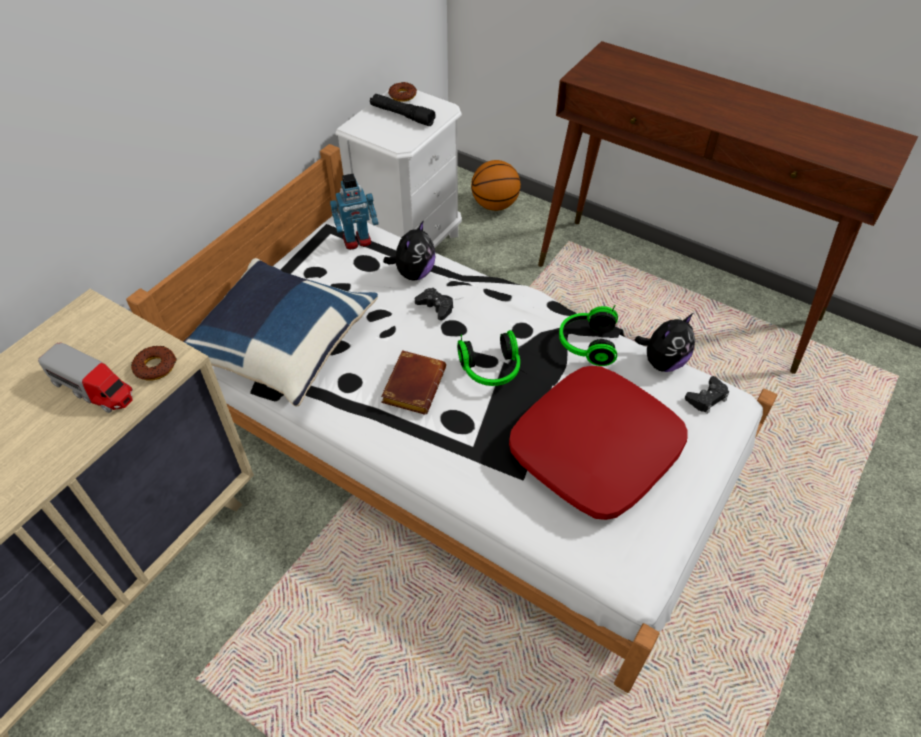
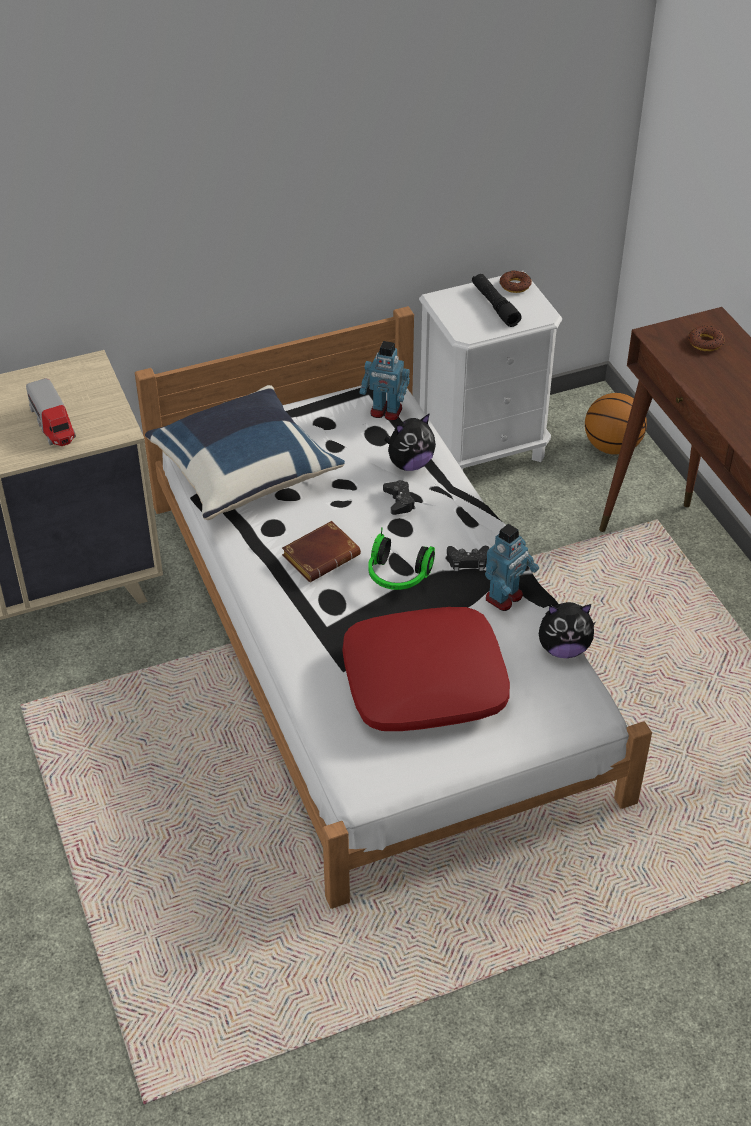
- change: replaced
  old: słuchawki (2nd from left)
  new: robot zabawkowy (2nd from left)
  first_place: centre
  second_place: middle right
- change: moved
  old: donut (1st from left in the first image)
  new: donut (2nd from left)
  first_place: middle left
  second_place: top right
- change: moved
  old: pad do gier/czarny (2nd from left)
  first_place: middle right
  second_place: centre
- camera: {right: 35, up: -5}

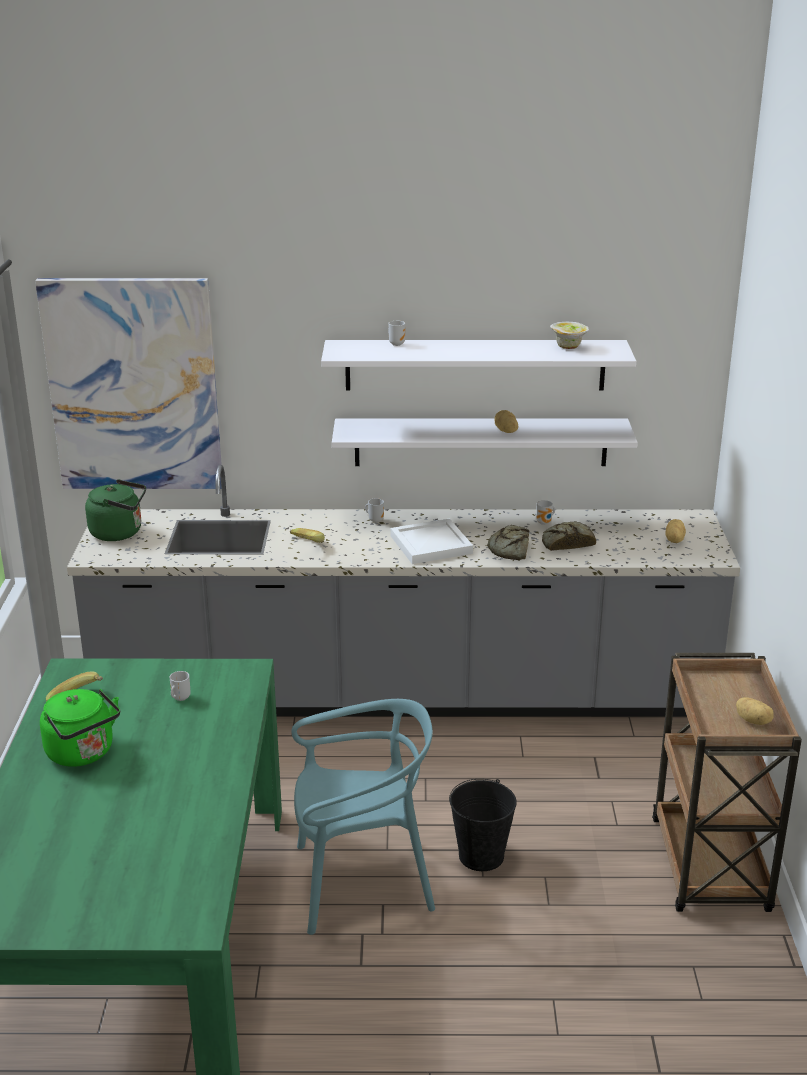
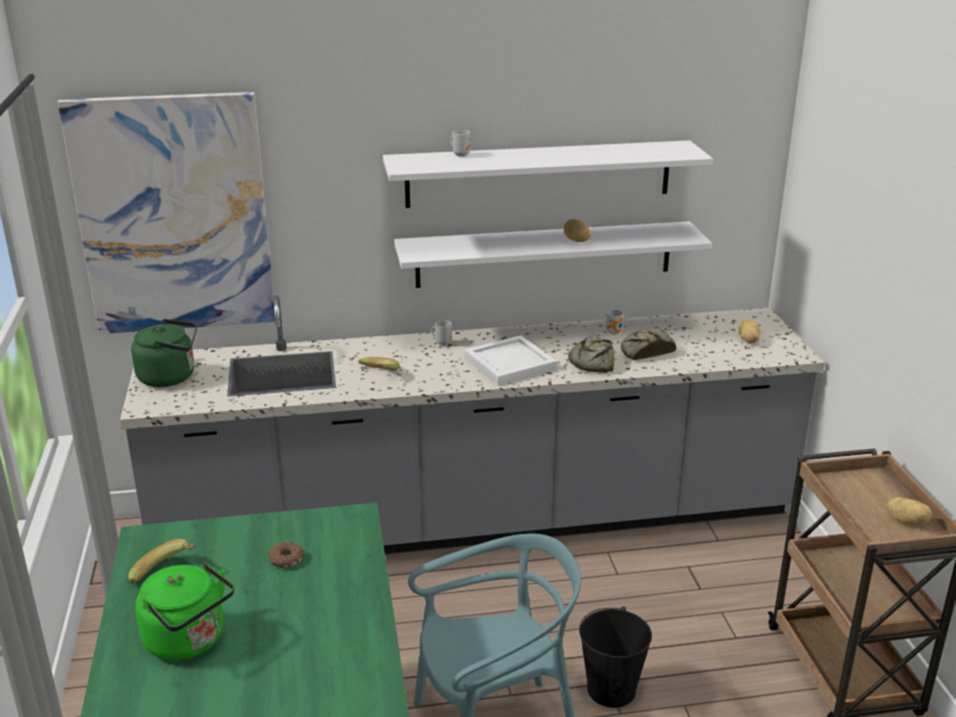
- change: removed
  old: miska
  first_place: top right
- change: replaced
  old: kubek (1st from left)
  new: donut
  first_place: middle left
  second_place: bottom left
- camera: {right: -10, up: 0}

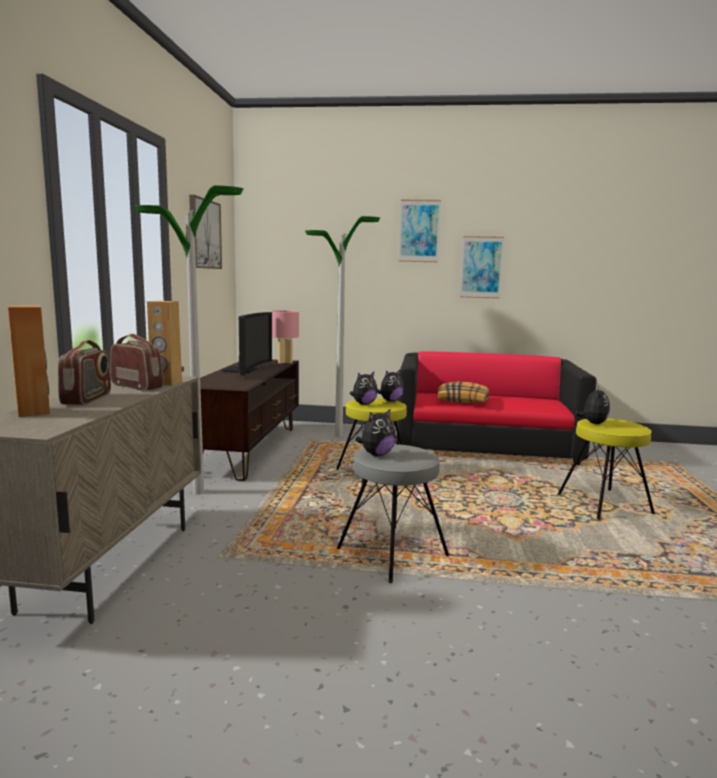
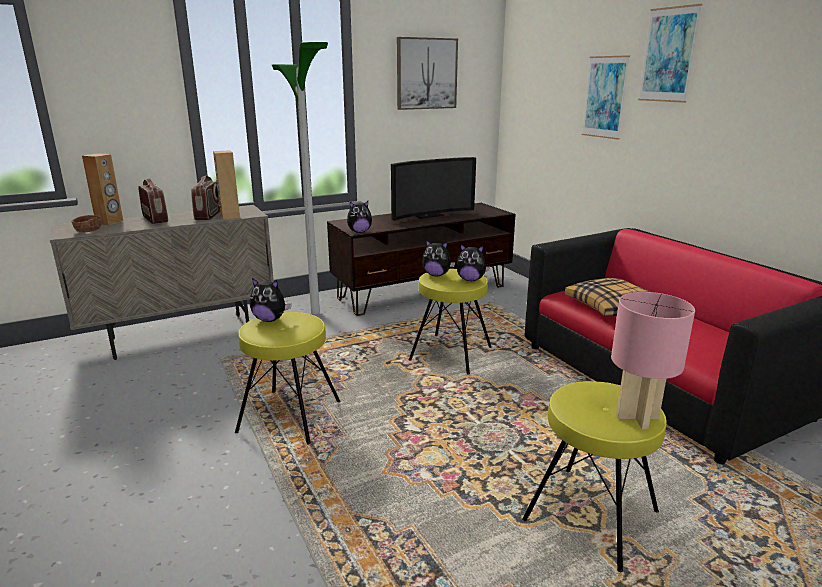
- change: removed
  old: lampa stojąca (2nd from left)
  first_place: centre
- change: moved
  old: obraz (3rd from left in the first image)
  new: obraz (2nd from left)
  first_place: middle right
  second_place: top right
- change: moved
  old: lampa stołowa/różowy
  first_place: centre
  second_place: middle right
- change: turned
  old: radio (1st from left)
  first_place: middle left
  second_place: middle left
  degrees: -90
- change: moved
  old: pluszak (4th from left in the first image)
  new: pluszak (2nd from left)
  first_place: middle right
  second_place: centre
- change: recoloured
  old: stołek/szary
  new: stołek/żółty (1st from left)
  first_place: centre
  second_place: centre
- change: added
  new: miska/brązowy
  second_place: middle left
- camera: {right: 55, up: 10}

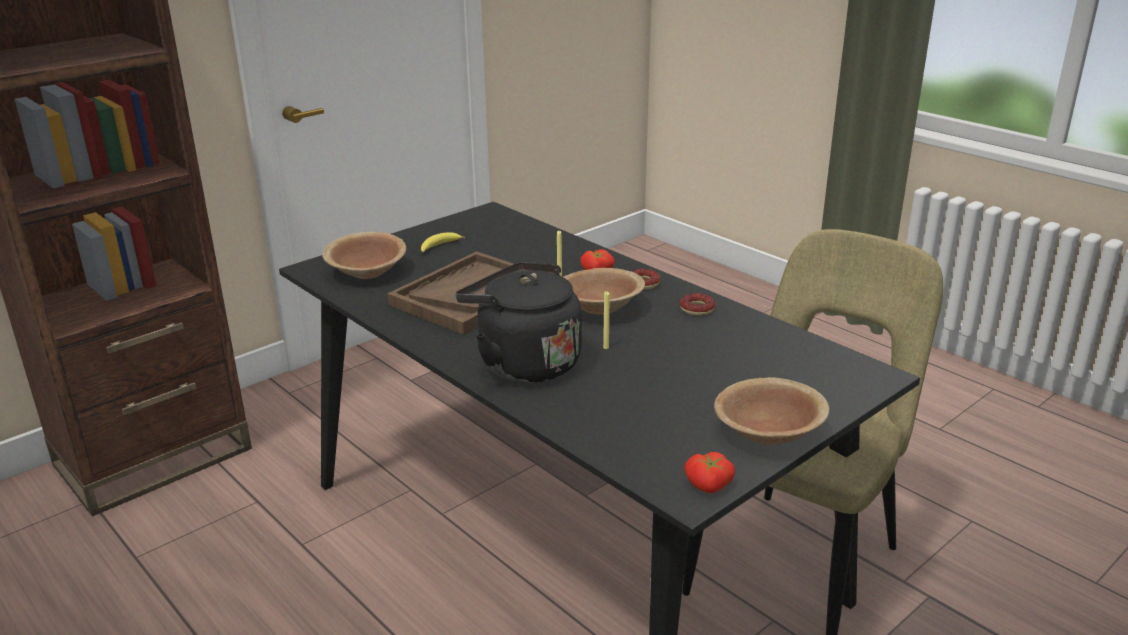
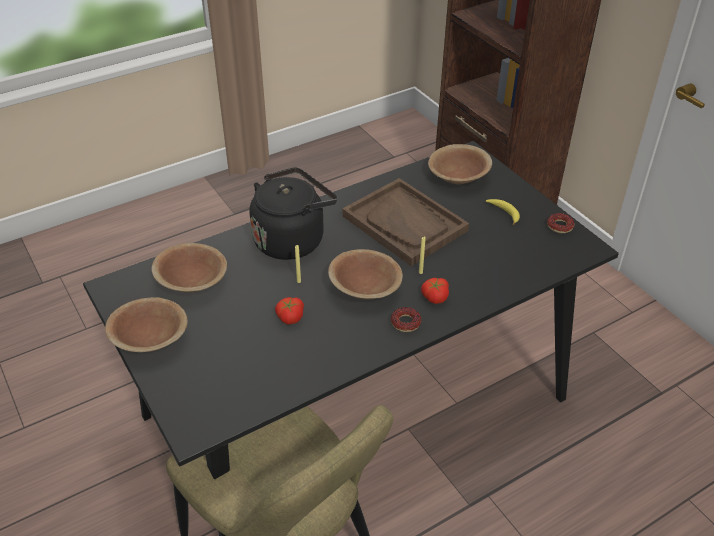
- change: moved
  old: donut (2nd from left)
  first_place: centre
  second_place: middle right
- change: moved
  old: pomidor (2nd from left in the first image)
  new: pomidor (1st from left)
  first_place: bottom centre
  second_place: centre
- change: added
  new: miska/brązowy (2nd from left)
  second_place: middle left
- camera: {right: 100, up: 15}

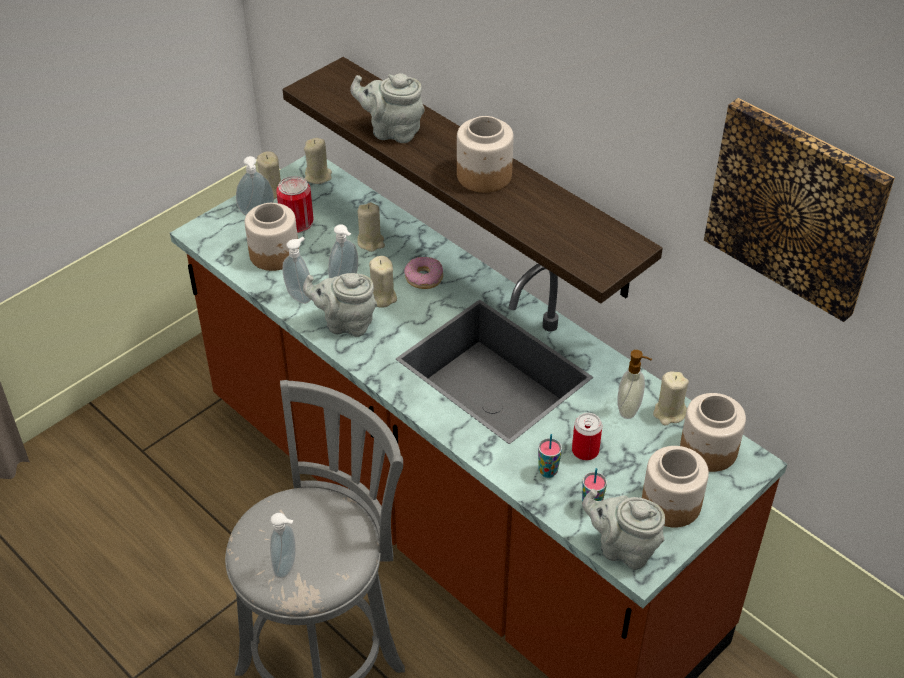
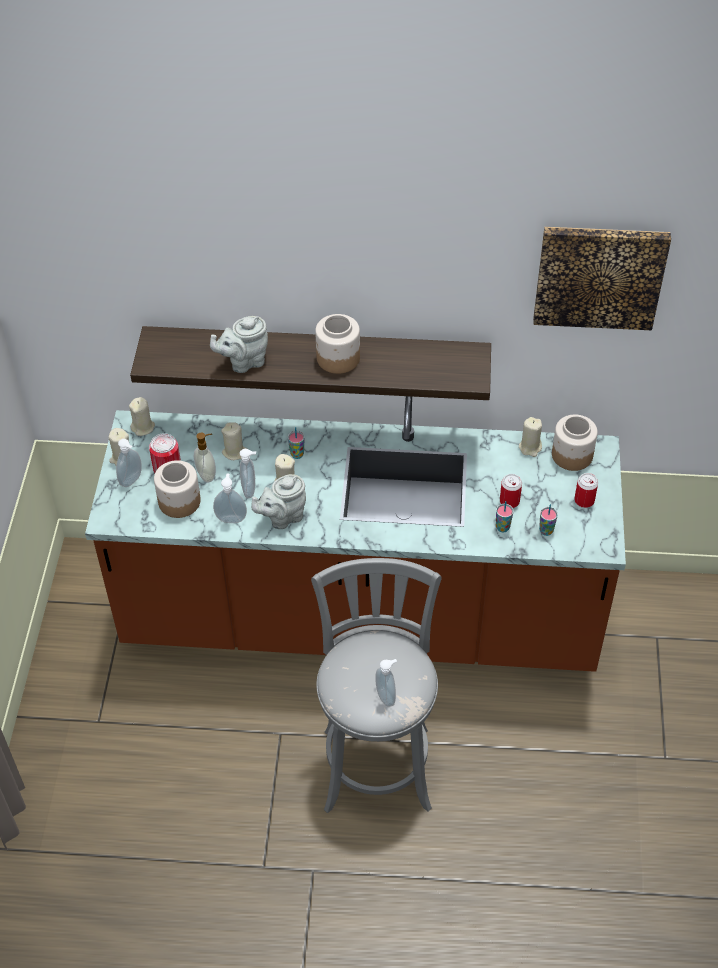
- change: replaced
  old: donut
  new: filiżanka (1st from left)
  first_place: centre
  second_place: centre
- change: moved
  old: dozownik mydła (5th from left in the first image)
  new: dozownik mydła (2nd from left)
  first_place: middle right
  second_place: middle left
- change: replaced
  old: słoik (3rd from left)
  new: puszka (3rd from left)
  first_place: bottom right
  second_place: middle right
- change: removed
  old: imbryk/szary (3rd from left)
  first_place: bottom right
- camera: {right: -40, up: 5}

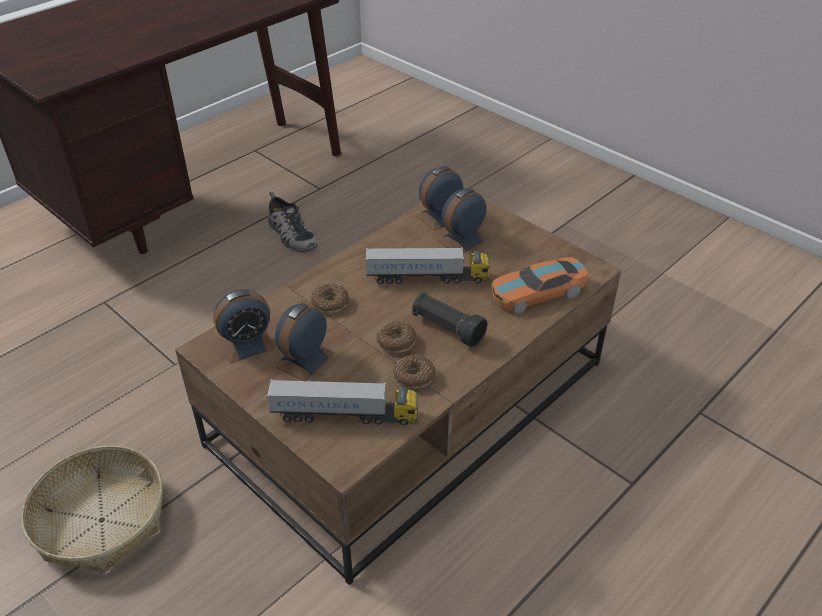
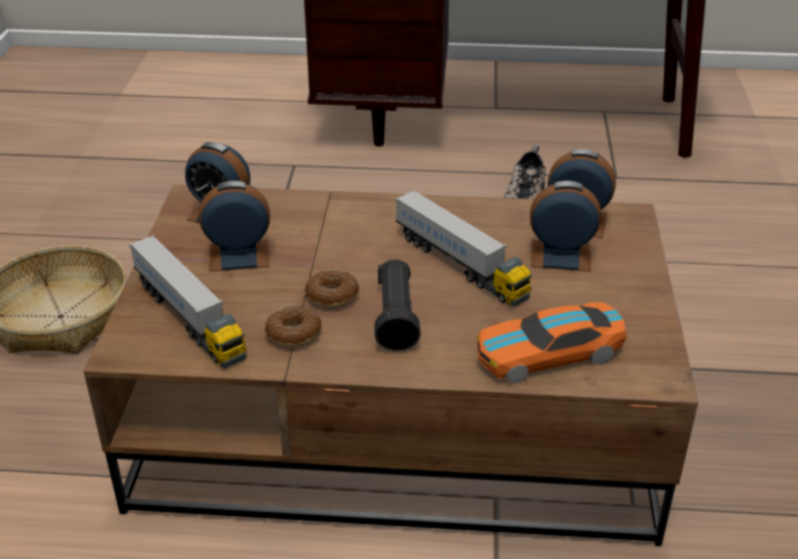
- change: turned
  old: samochodzik
  first_place: centre
  second_place: middle right
  degrees: -45
- change: removed
  old: donut (1st from left)
  first_place: centre
- camera: {right: 50, up: -5}

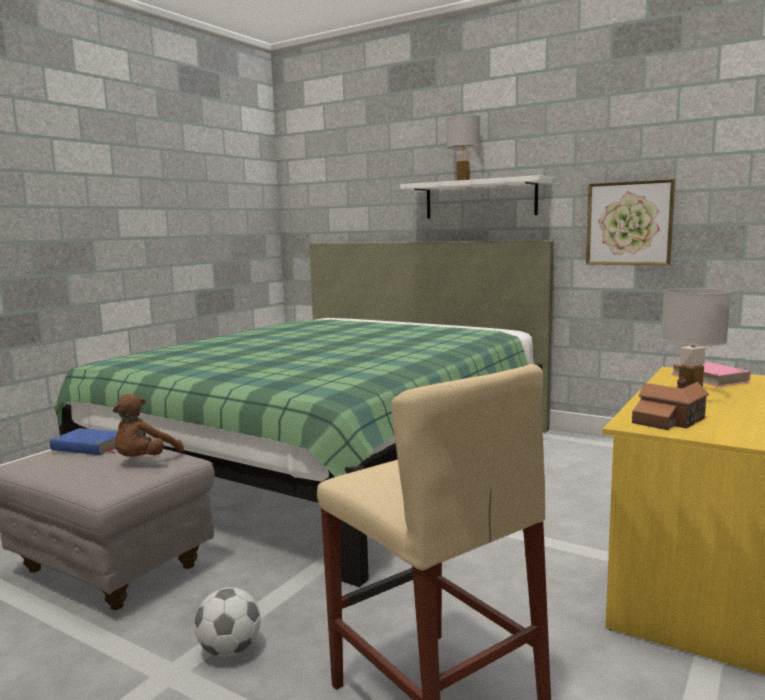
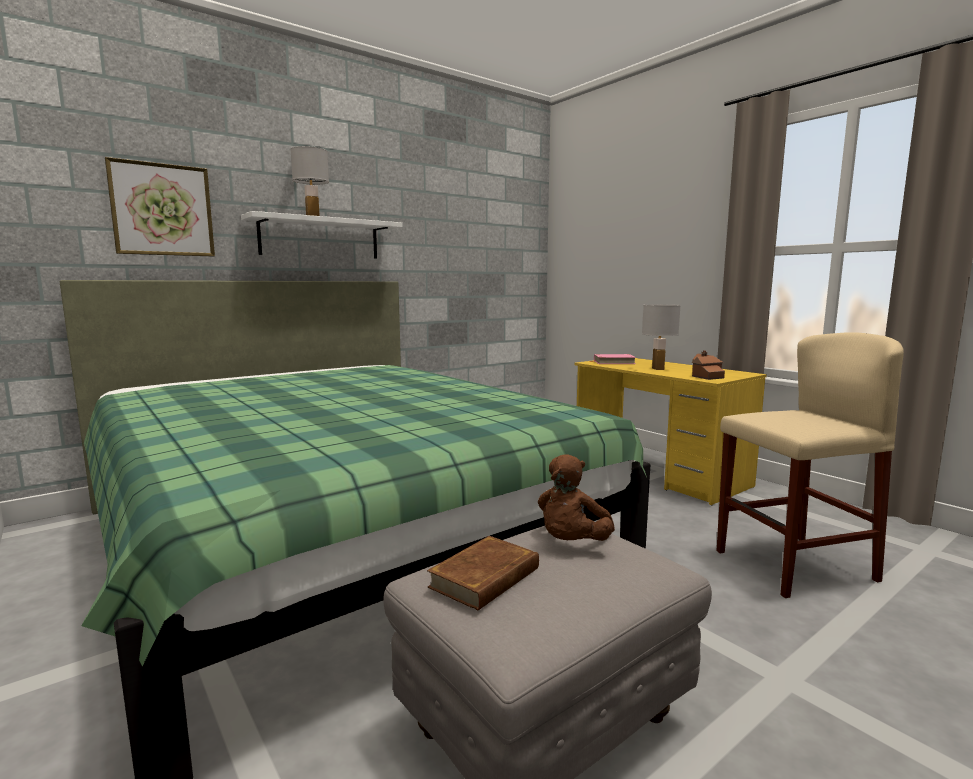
- change: moved
  old: obraz
  first_place: top right
  second_place: top left
- change: turned
  old: pluszak/brązowy
  first_place: middle left
  second_place: centre
  degrees: 75
- change: recoloured
  old: książka/niebieski
  new: książka/brązowy
  first_place: middle left
  second_place: bottom centre
- change: removed
  old: piłka futbolowa
  first_place: bottom left
- camera: {right: -70, up: 0}

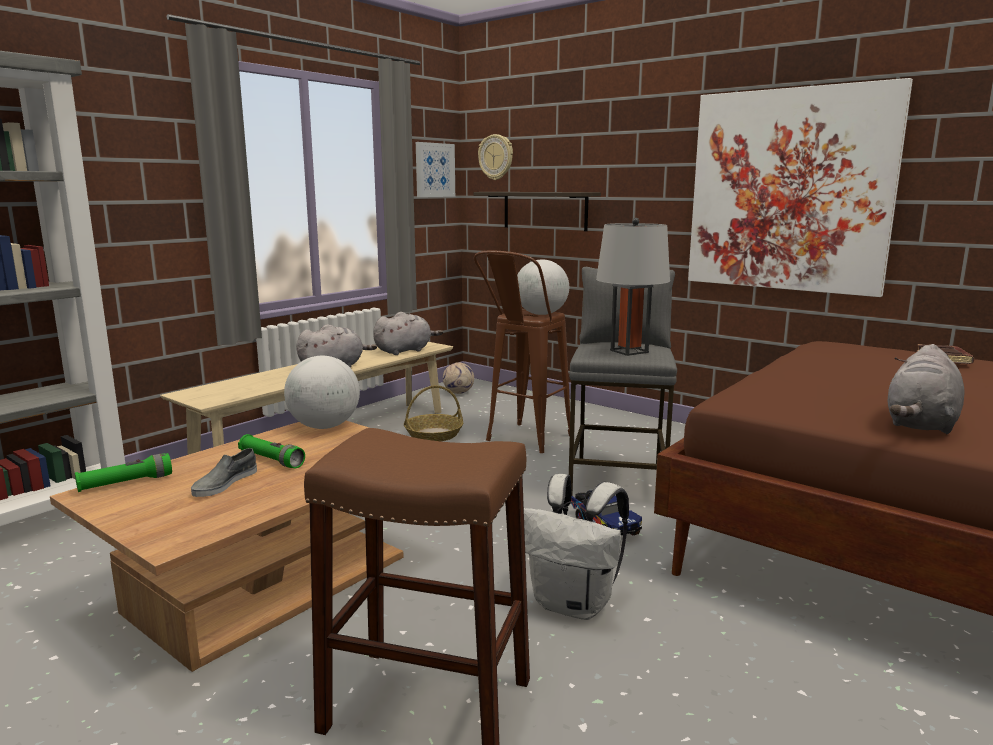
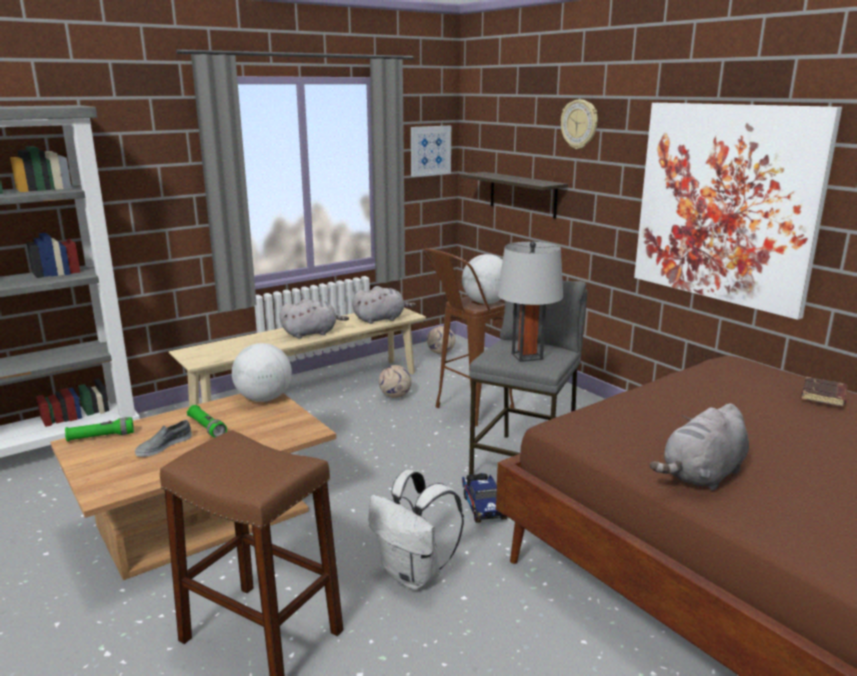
- change: moved
  old: zegar ścienny
  first_place: top centre
  second_place: top right
- change: replaced
  old: koszyk
  new: piłka futbolowa (1st from left)
  first_place: centre
  second_place: centre
- camera: {right: 15, up: 5}

